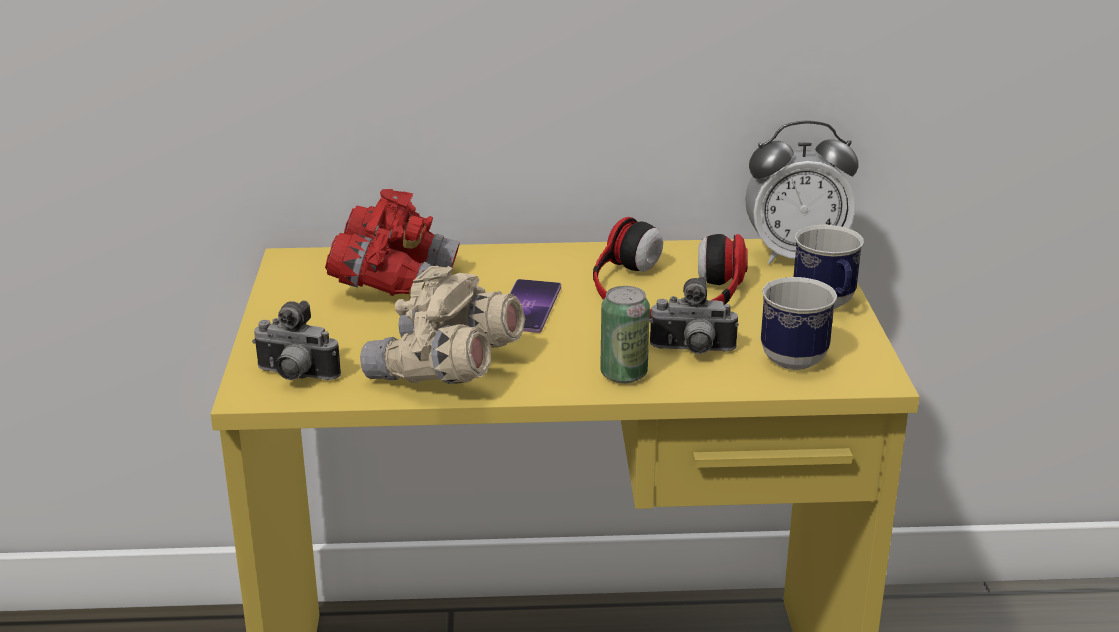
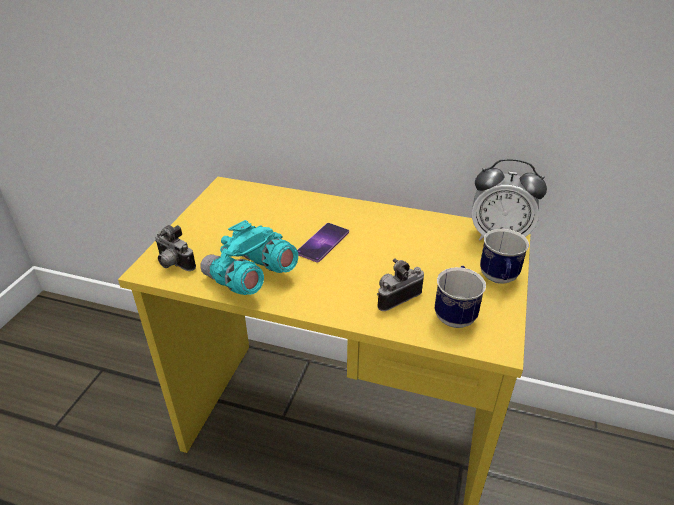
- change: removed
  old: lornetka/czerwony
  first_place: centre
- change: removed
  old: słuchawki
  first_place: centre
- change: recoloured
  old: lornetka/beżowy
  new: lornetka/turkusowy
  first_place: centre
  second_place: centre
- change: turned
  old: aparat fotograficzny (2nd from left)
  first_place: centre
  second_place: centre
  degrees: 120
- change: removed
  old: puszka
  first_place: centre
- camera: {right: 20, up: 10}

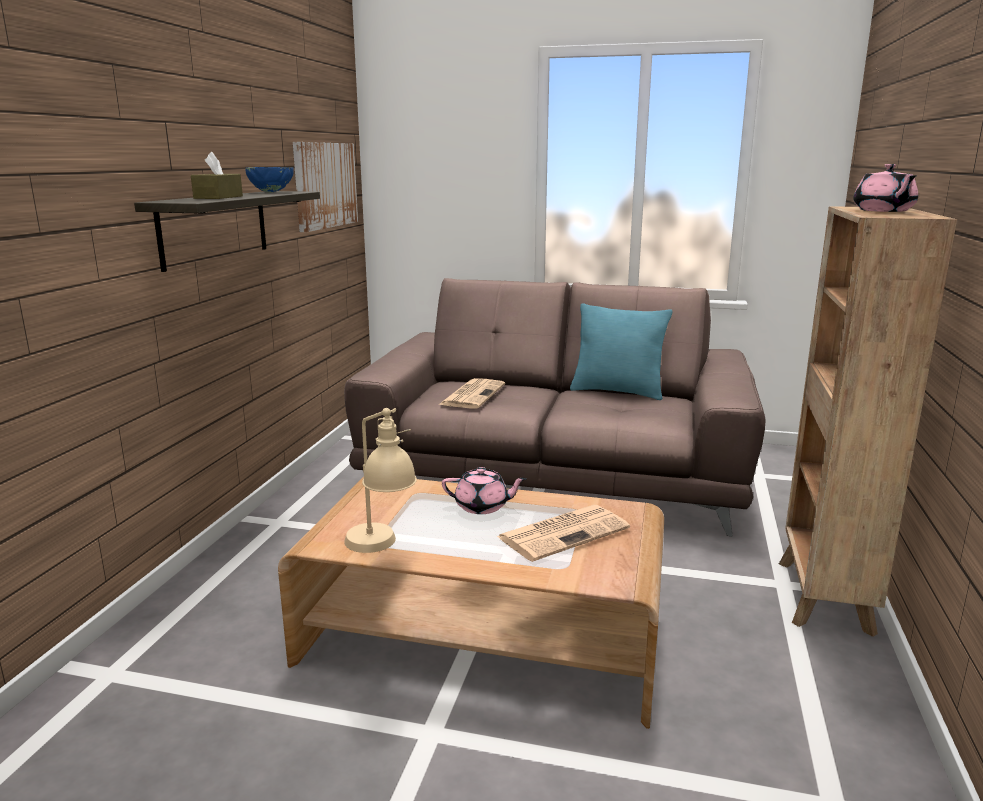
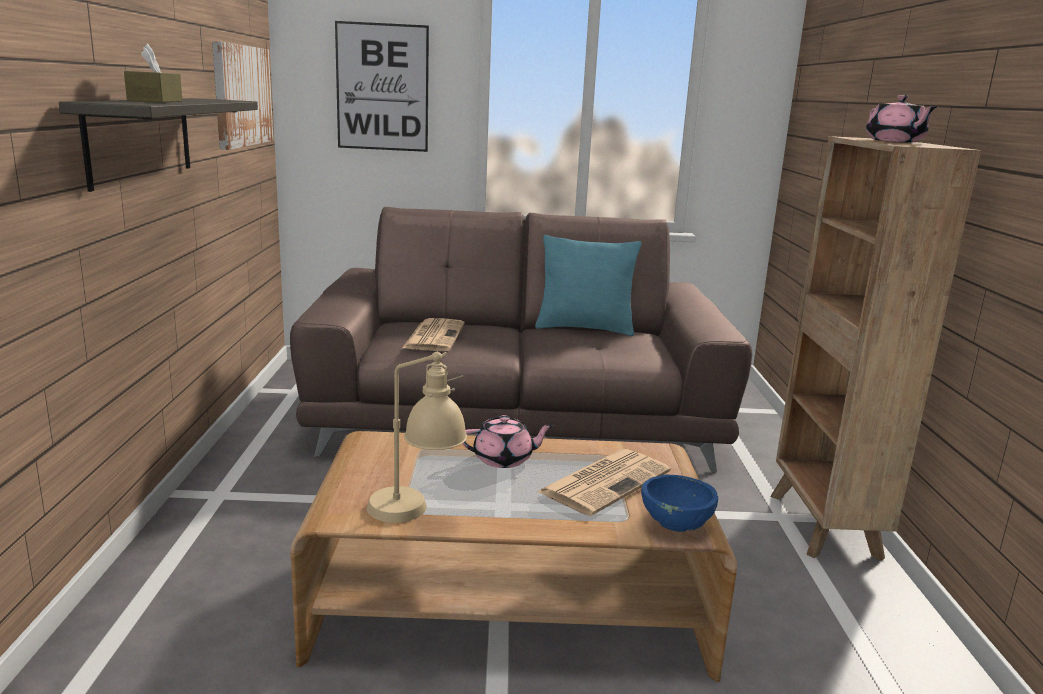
- change: moved
  old: miska/niebieski
  first_place: top left
  second_place: bottom centre
- change: added
  new: obraz (2nd from left)
  second_place: top centre
- camera: {right: -15, up: 0}

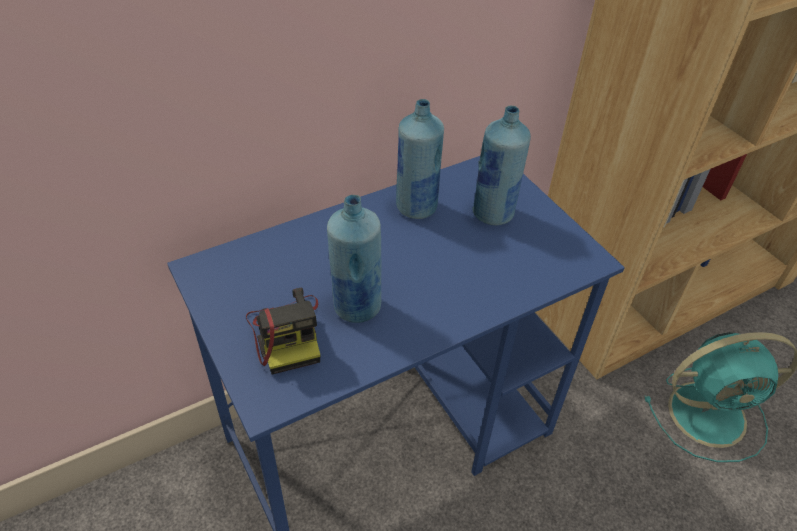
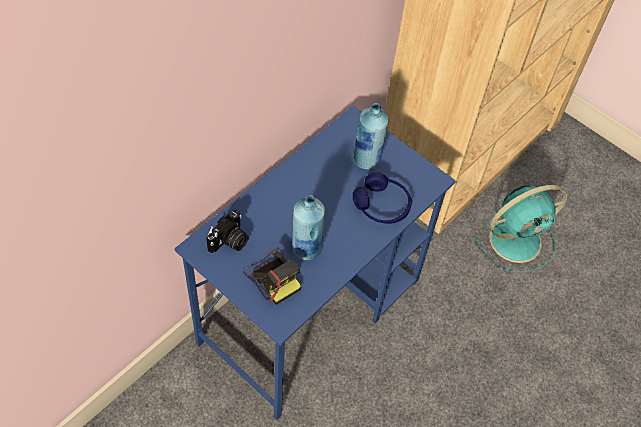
- change: removed
  old: butelka/niebieski (2nd from left)
  first_place: top centre
- change: added
  new: słuchawki/niebieski
  second_place: centre
- change: added
  new: aparat fotograficzny (1st from left)
  second_place: centre
- camera: {right: -20, up: 10}

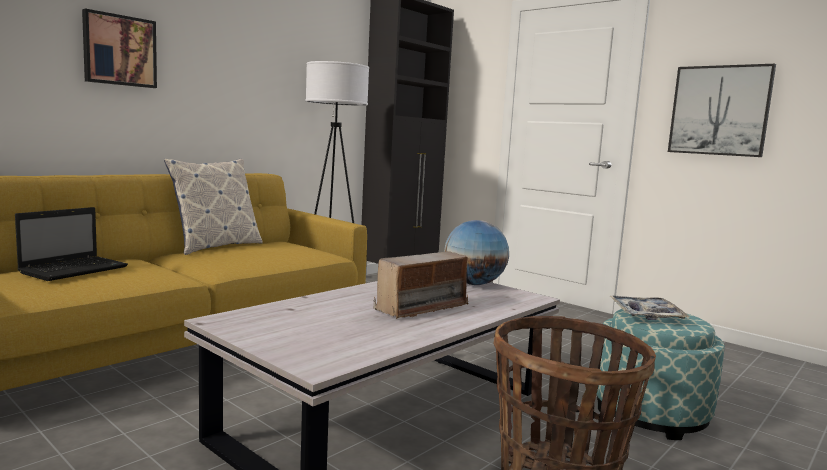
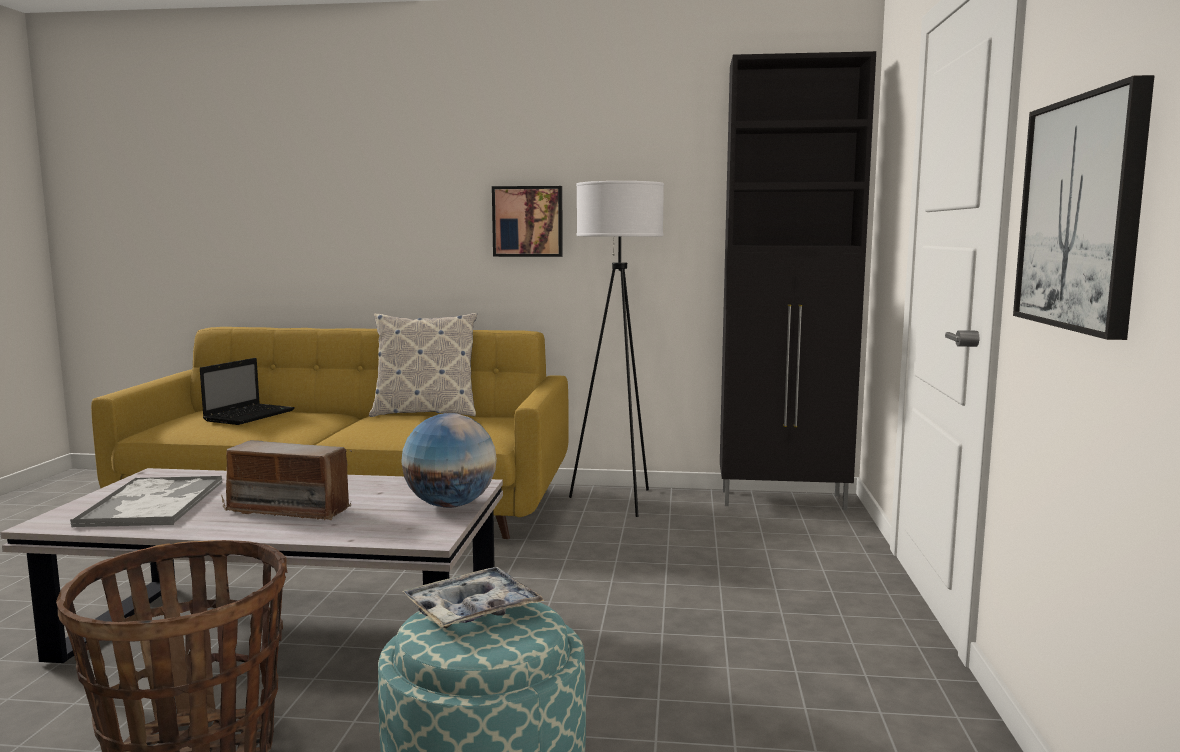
- change: moved
  old: obraz (1st from left)
  first_place: top left
  second_place: top centre
- change: turned
  old: laptop
  first_place: middle left
  second_place: middle left
  degrees: -60
- change: added
  new: taca (1st from left)
  second_place: middle left
- camera: {right: 55, up: 0}

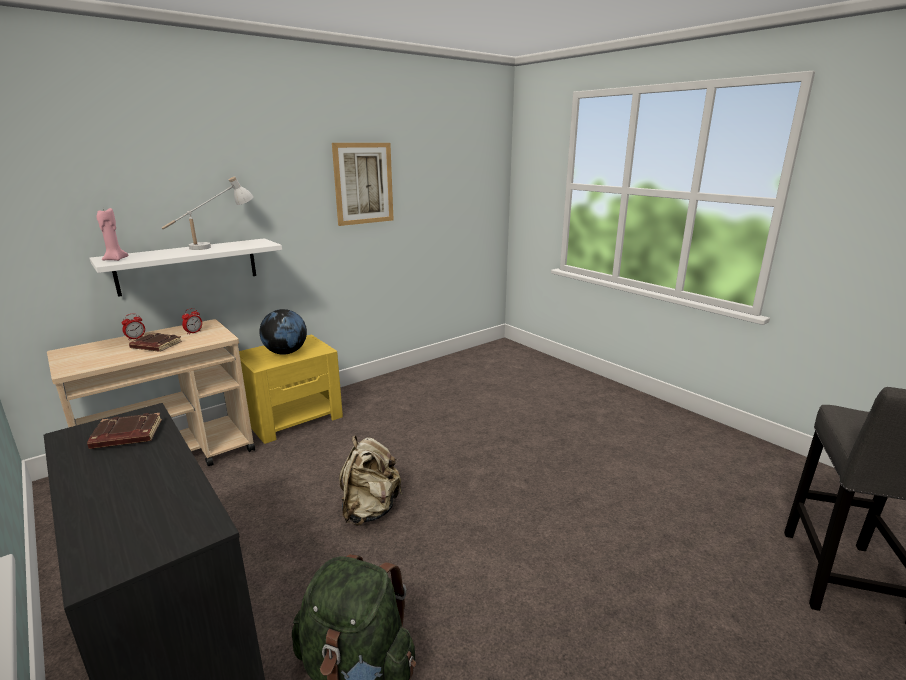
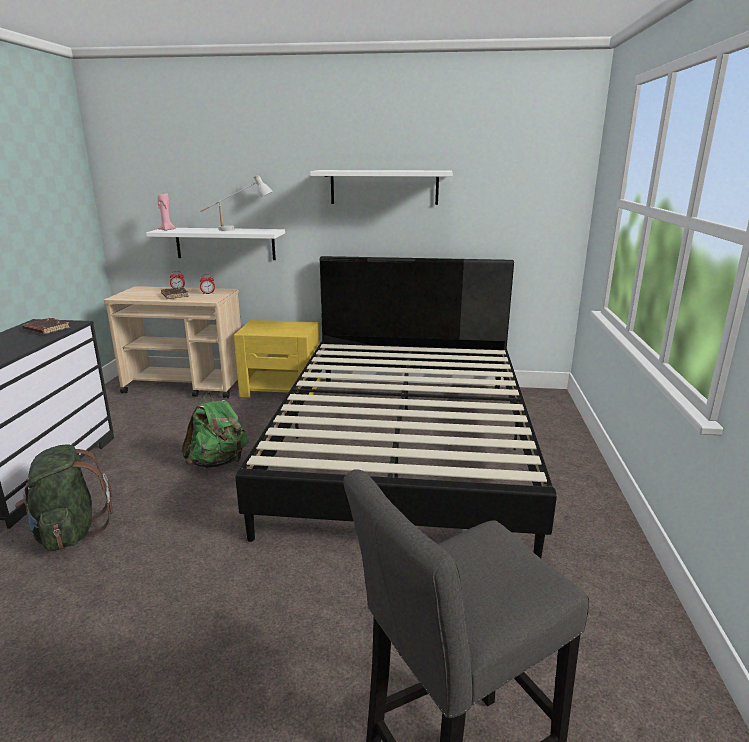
- change: replaced
  old: obraz
  new: półka/biały (2nd from left)
  first_place: top centre
  second_place: top centre
- change: removed
  old: globus
  first_place: middle left
- change: recoloured
  old: plecak/beżowy
  new: plecak/zielony (2nd from left)
  first_place: bottom centre
  second_place: middle left
- change: added
  new: łóżko/czarny
  second_place: centre
- camera: {right: 45, up: 0}

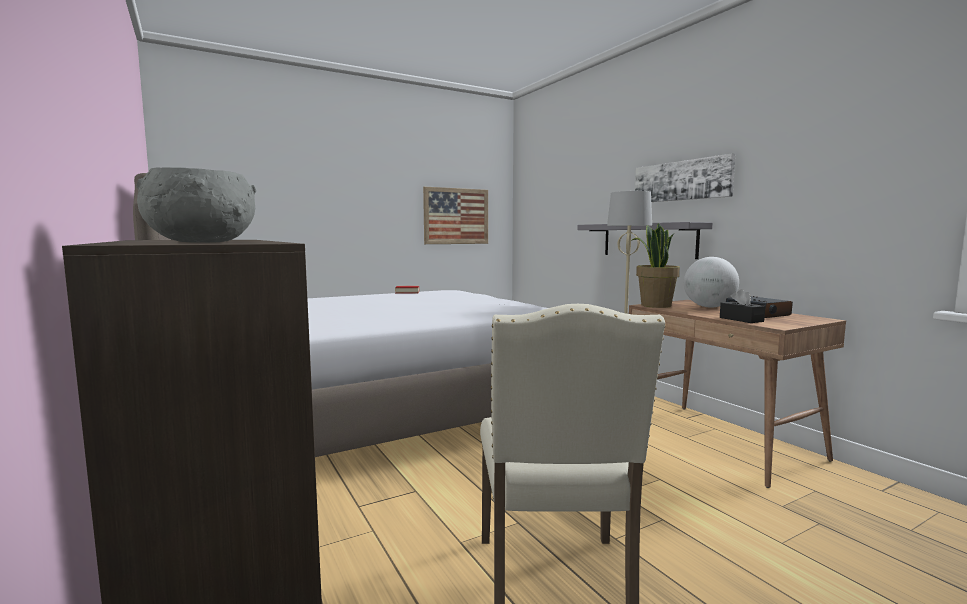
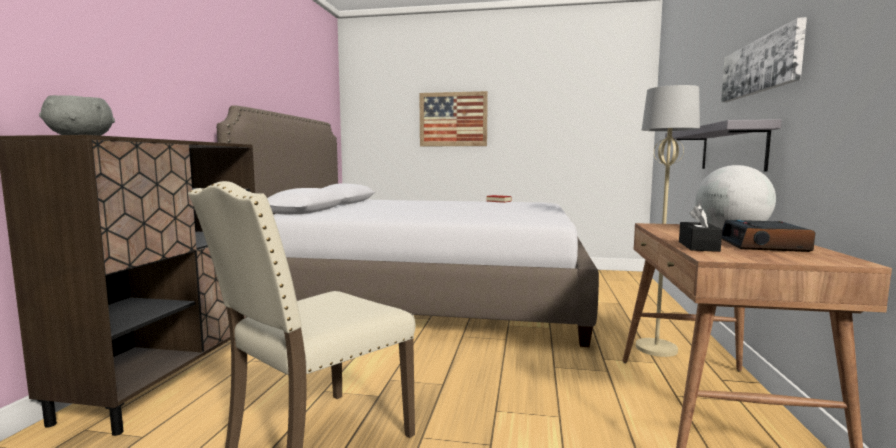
- change: moved
  old: obraz (1st from left)
  first_place: centre
  second_place: top centre
- change: removed
  old: roślina doniczkowa
  first_place: middle right
- camera: {right: 40, up: 0}

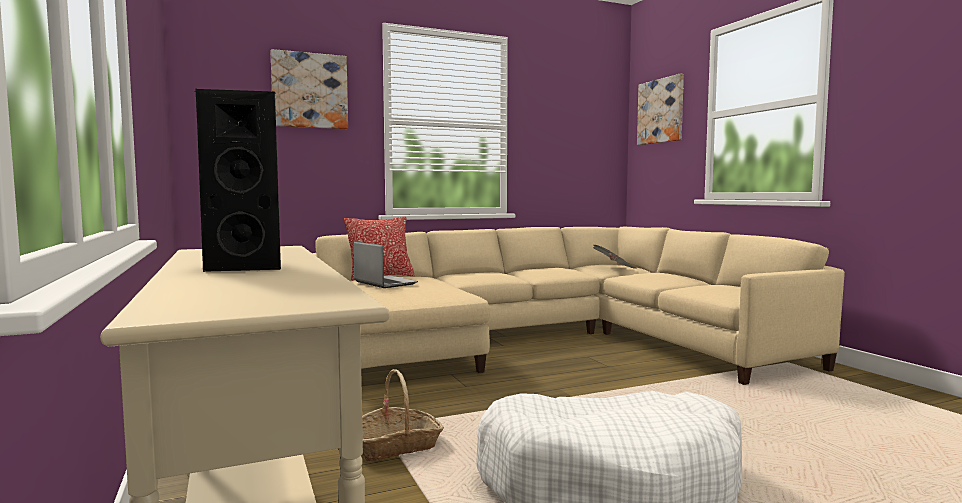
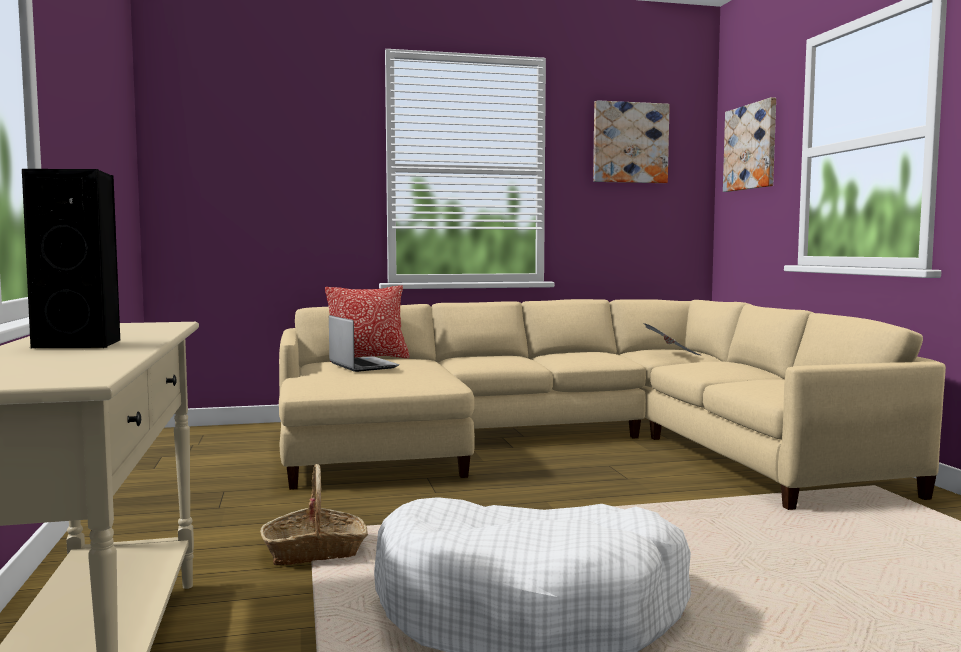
- change: moved
  old: obraz (1st from left)
  first_place: top left
  second_place: top centre
- camera: {right: 10, up: 0}

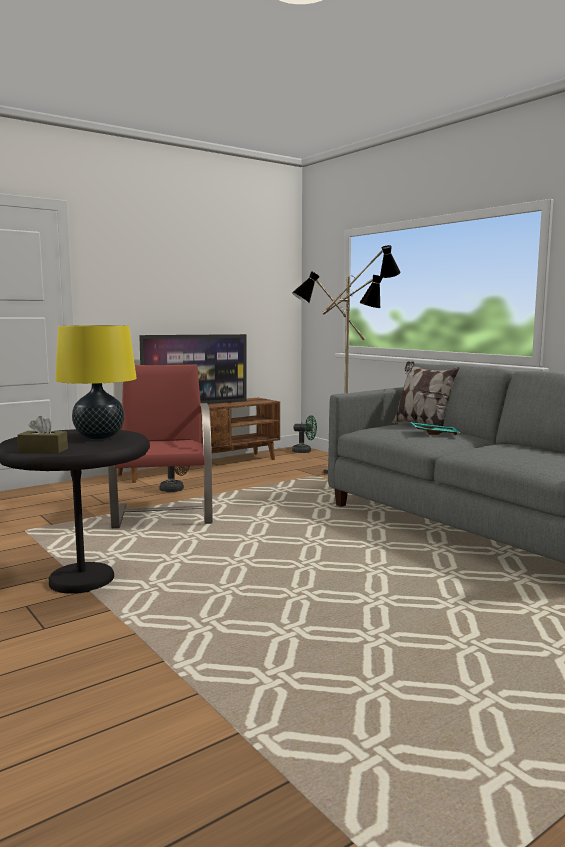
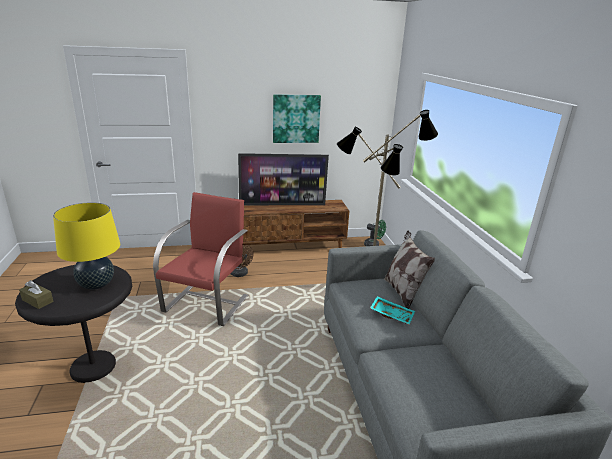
- change: added
  new: obraz
  second_place: top centre
- camera: {right: 25, up: 15}

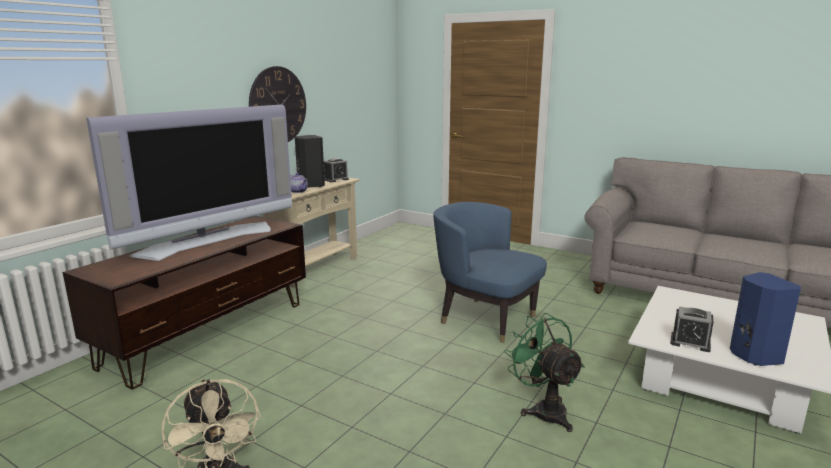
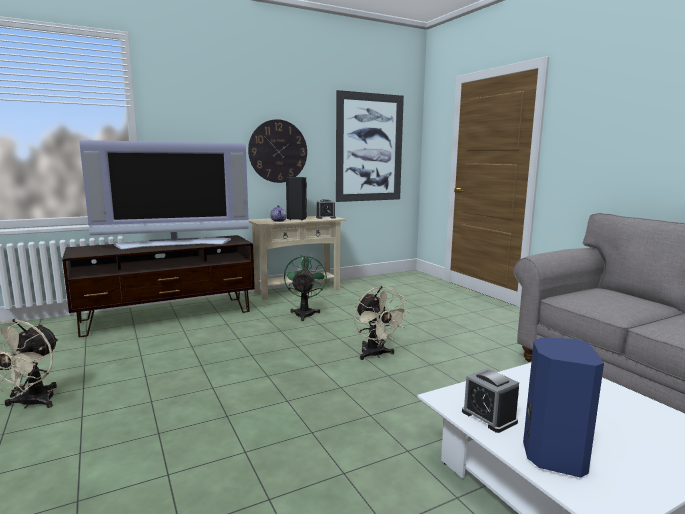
- change: replaced
  old: fotel/niebieski
  new: wentylator/beżowy (2nd from left)
  first_place: centre
  second_place: centre
- change: moved
  old: wentylator/zielony
  first_place: bottom centre
  second_place: centre
- change: added
  new: obraz
  second_place: top centre
- camera: {right: 30, up: -5}

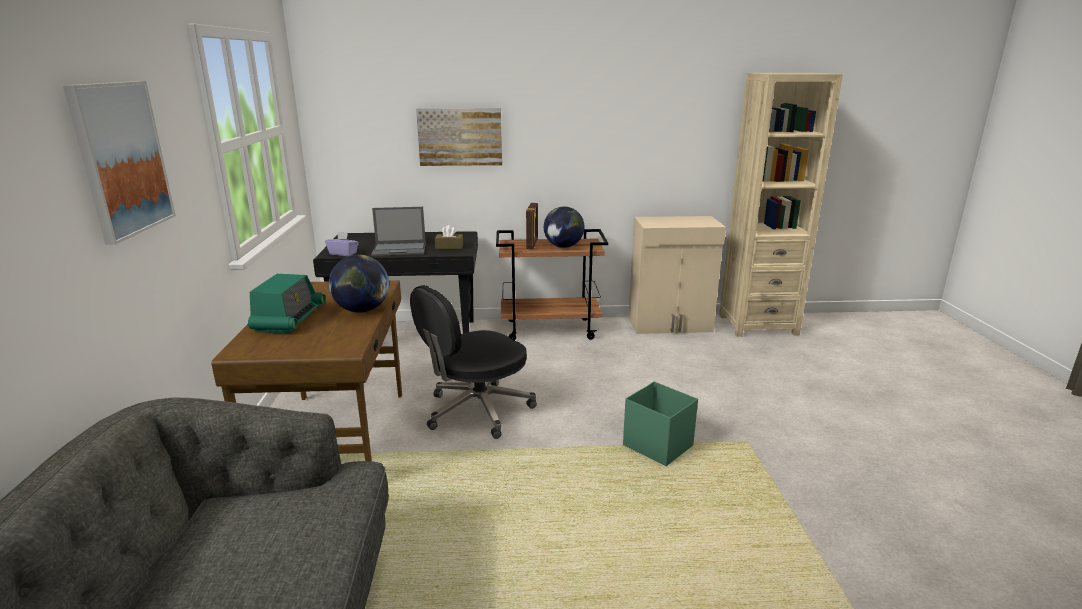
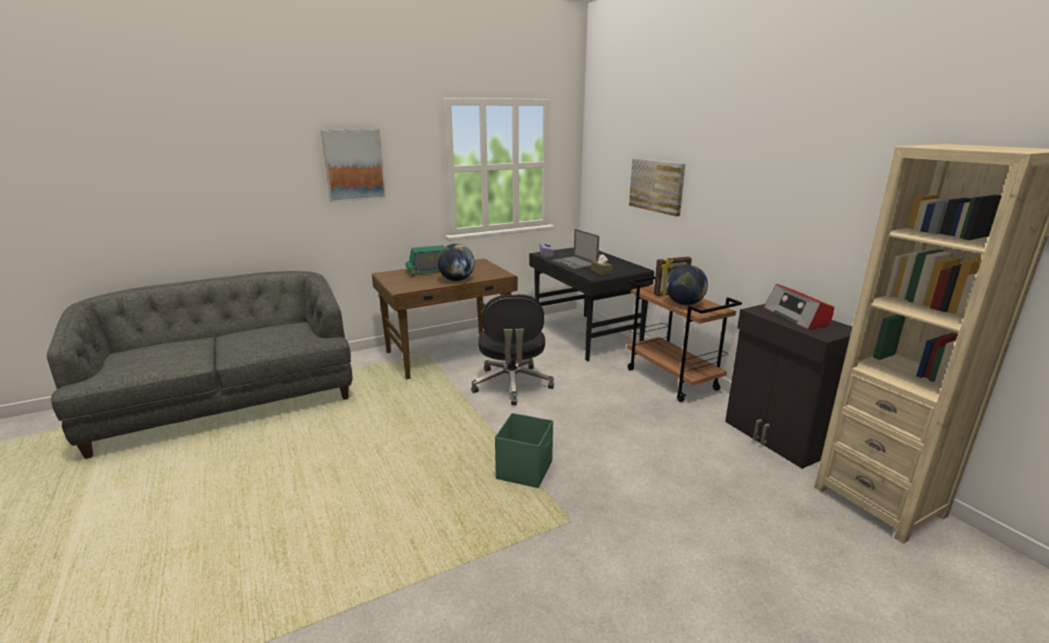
- change: recoloured
  old: szafka/beżowy
  new: szafka/czarny
  first_place: centre
  second_place: middle right
- change: turned
  old: krzesło biurowe/czarny
  first_place: centre
  second_place: centre
  degrees: -120
- change: added
  new: radio (2nd from left)
  second_place: middle right
- camera: {right: 65, up: 0}

